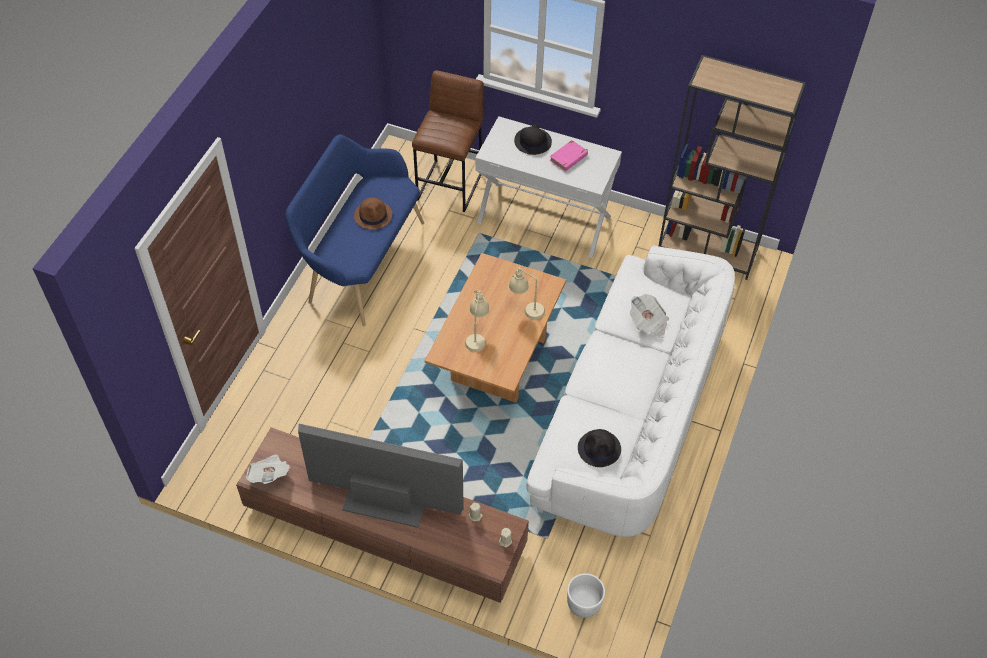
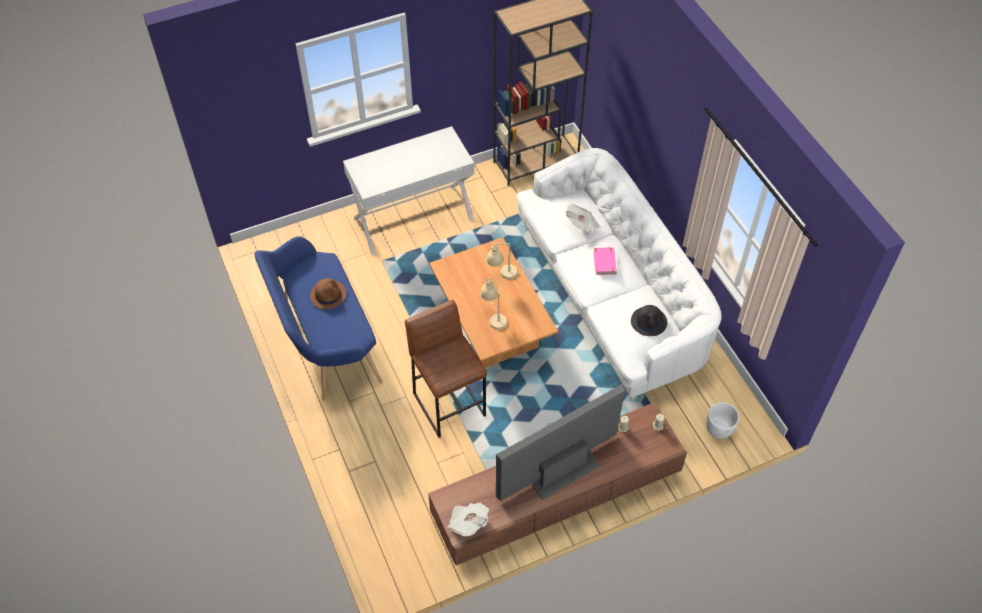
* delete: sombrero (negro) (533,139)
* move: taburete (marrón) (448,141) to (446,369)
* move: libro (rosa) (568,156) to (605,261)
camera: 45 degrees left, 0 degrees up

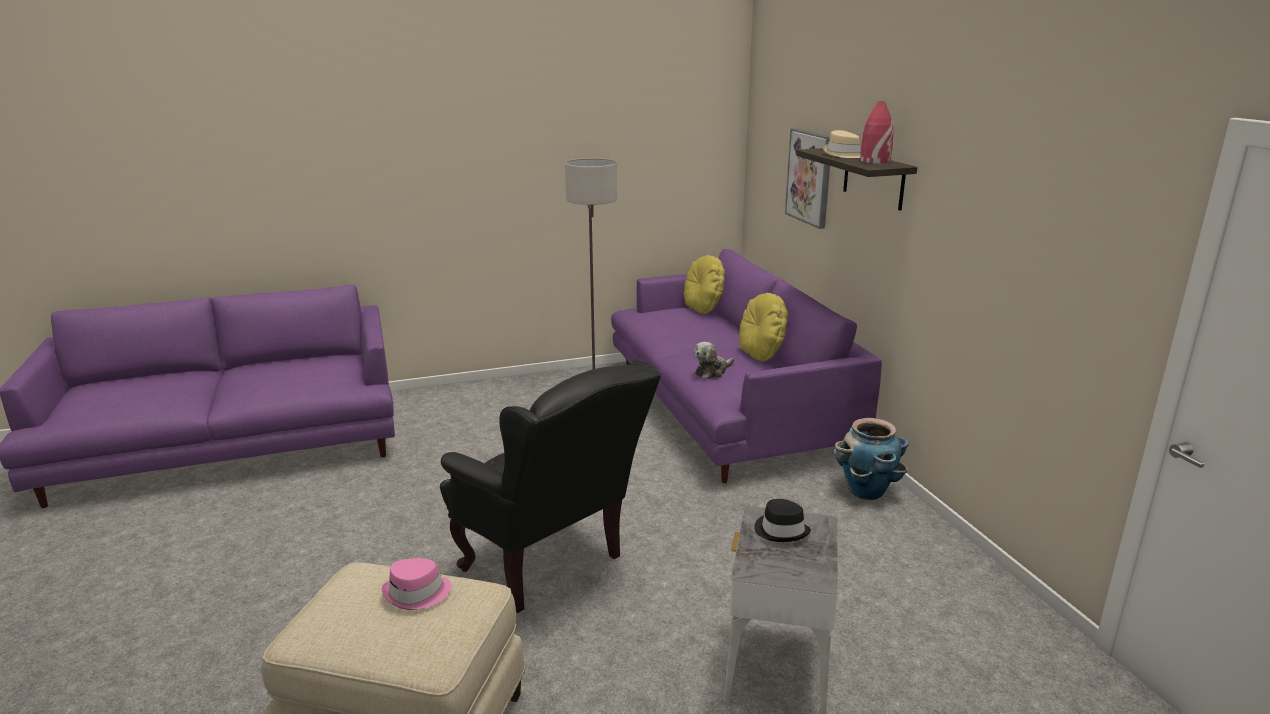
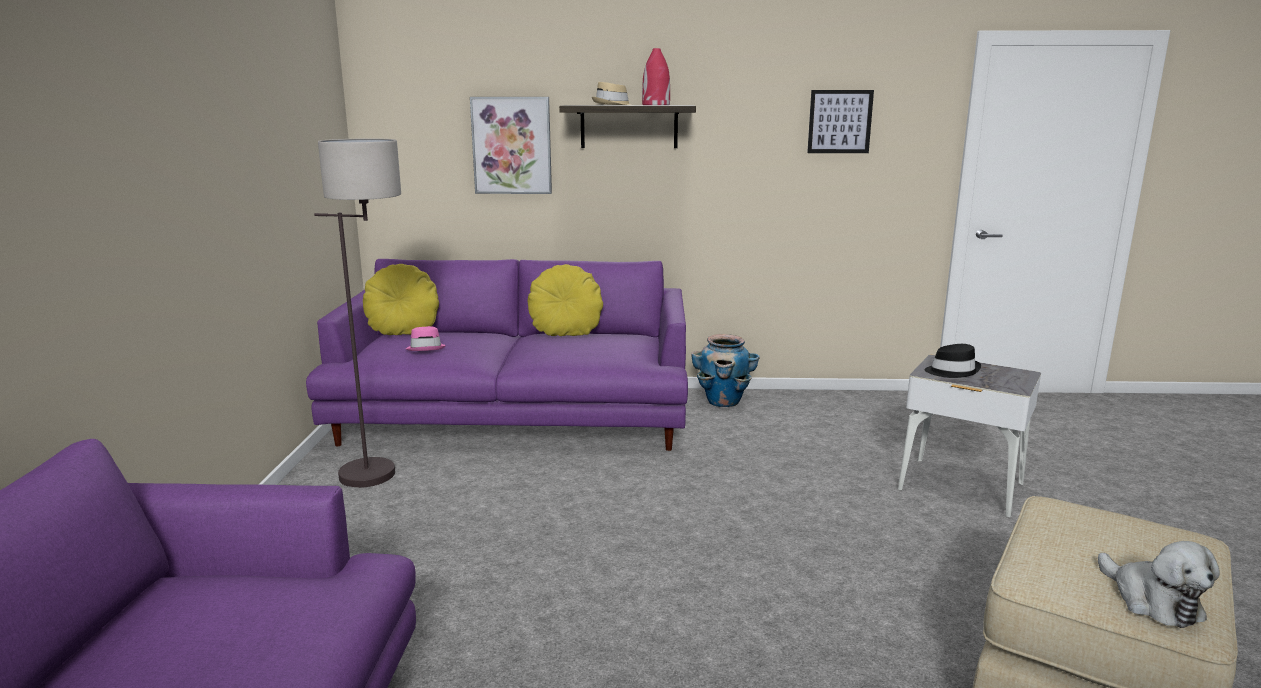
* delete: sillón (negro) (550,486)
* insert: cuadro (840,121)
* move: sombrero (rosa) (417,584) to (426,338)
* move: peluche (714,360) to (1159,584)
camera: 70 degrees left, 5 degrees down

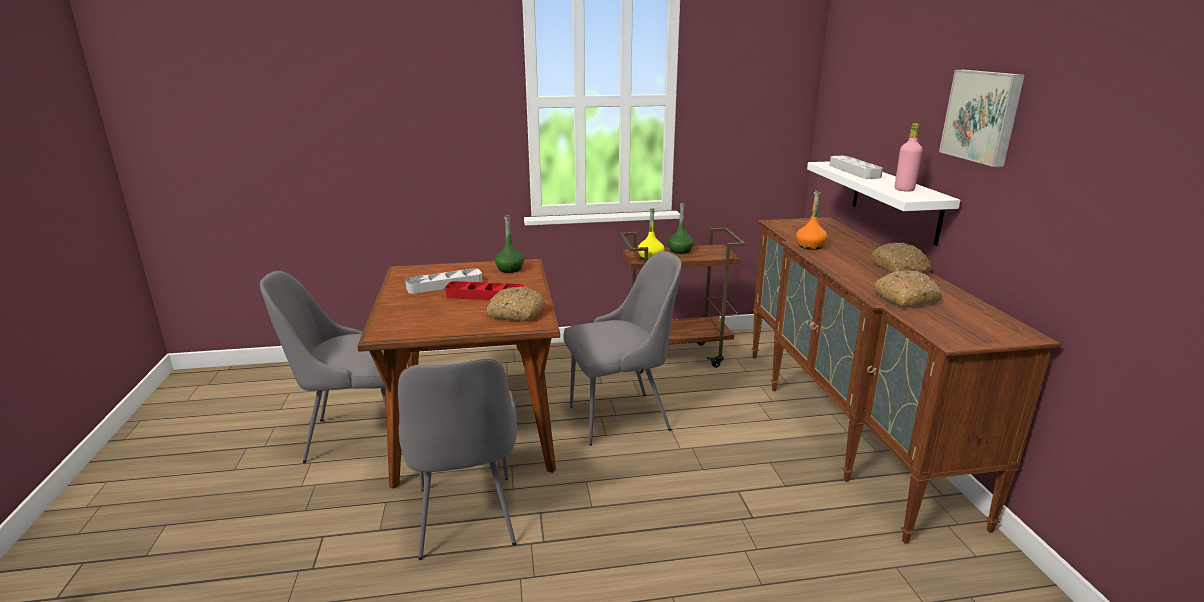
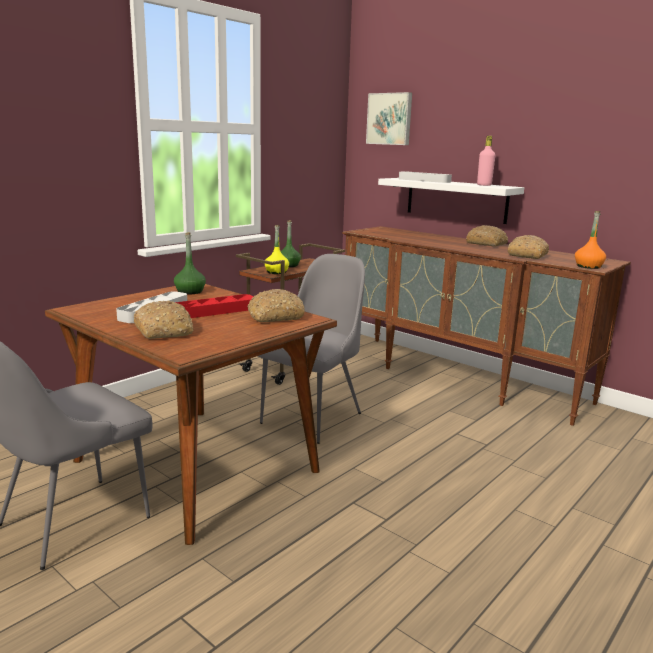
* delete: silla (gris) (457,459)
* insert: pan (163,320)
* move: botella (naranja) (812,220) to (590,240)
* move: cuadro (982,118) to (389,118)
camera: 40 degrees left, 5 degrees down

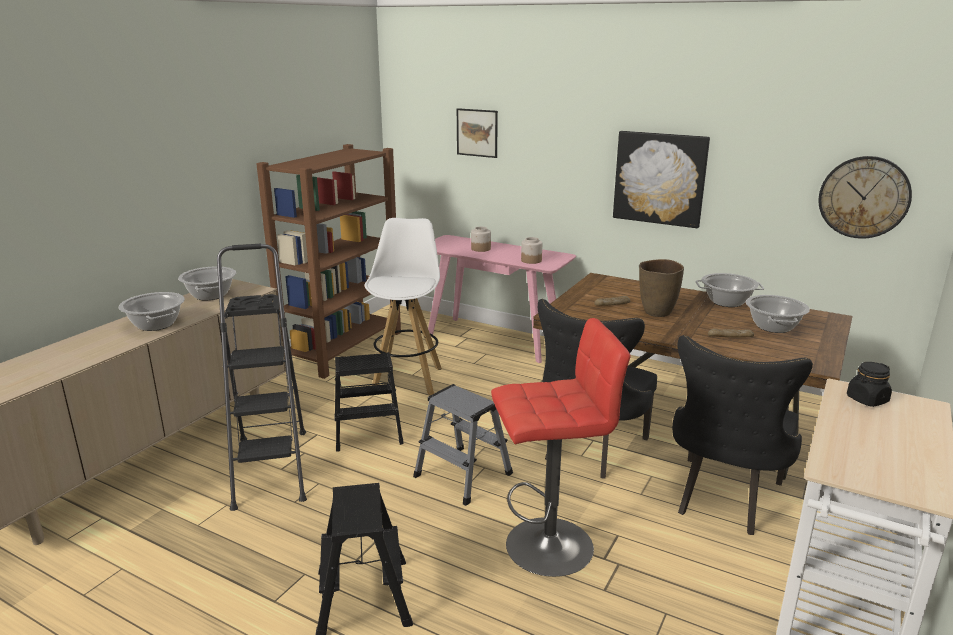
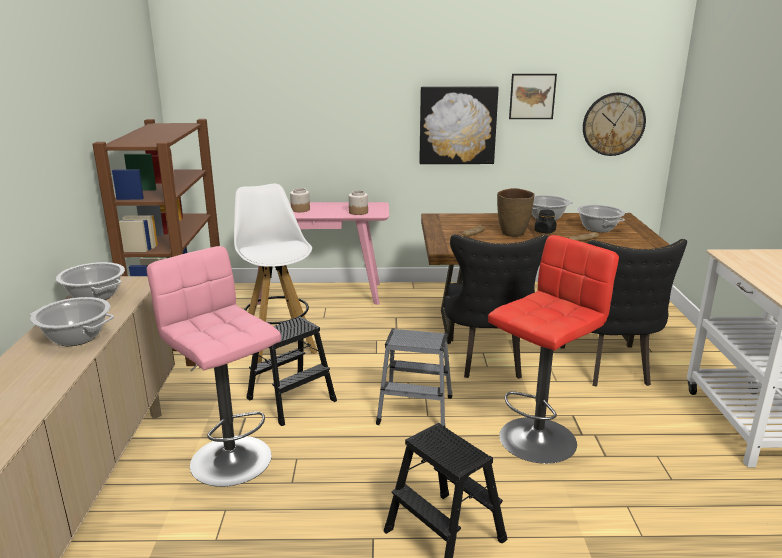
* move: cuadro (477,133) to (533,96)
* move: tarro (negro) (869,384) to (545,222)
* replace: escalera de tijera (262,377) to taburete (rosa) (214,366)
camera: 30 degrees left, 0 degrees up

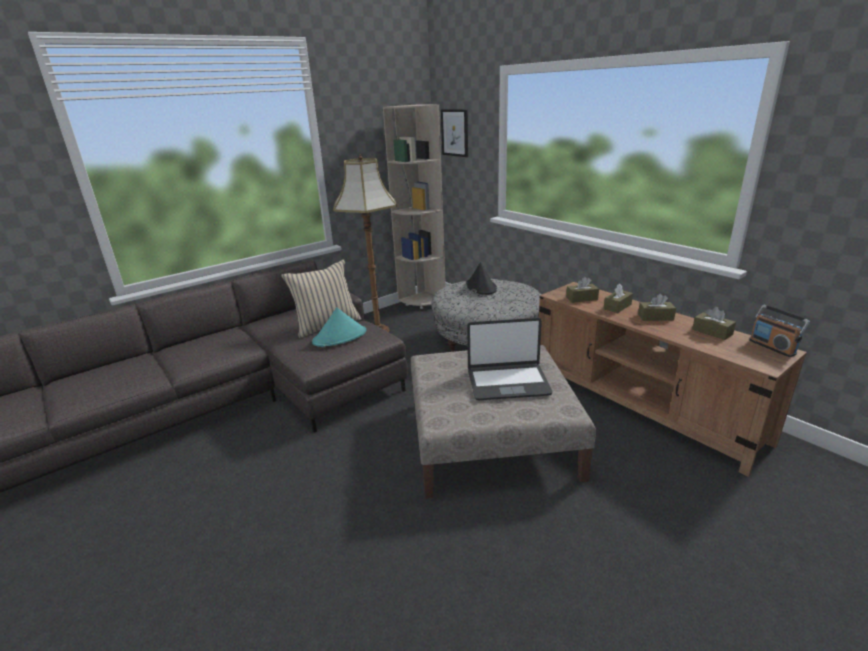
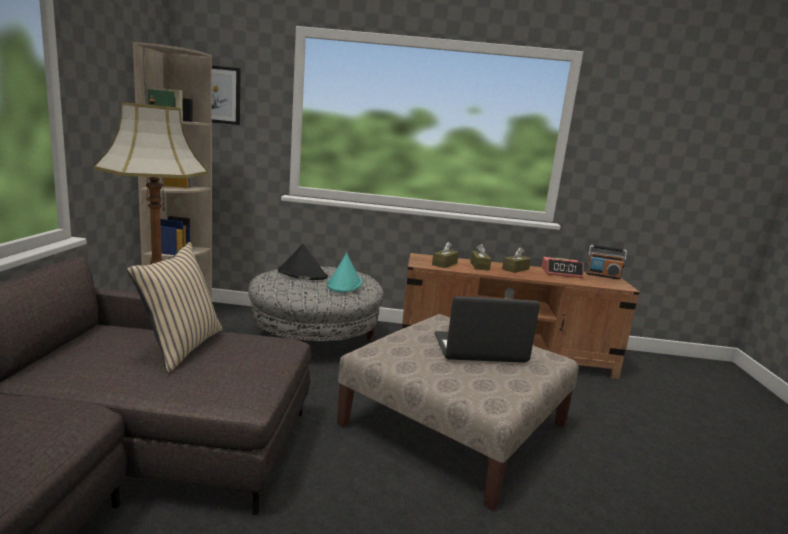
* move: sombrero (turquesa) (339,327) to (344,272)
* replace: caja de pañuelos (marrón) (714,323) to despertador (563,267)
* rotate: portátil (510,359) = (487,329) 135 degrees counterclockwise
camera: 50 degrees left, 10 degrees down

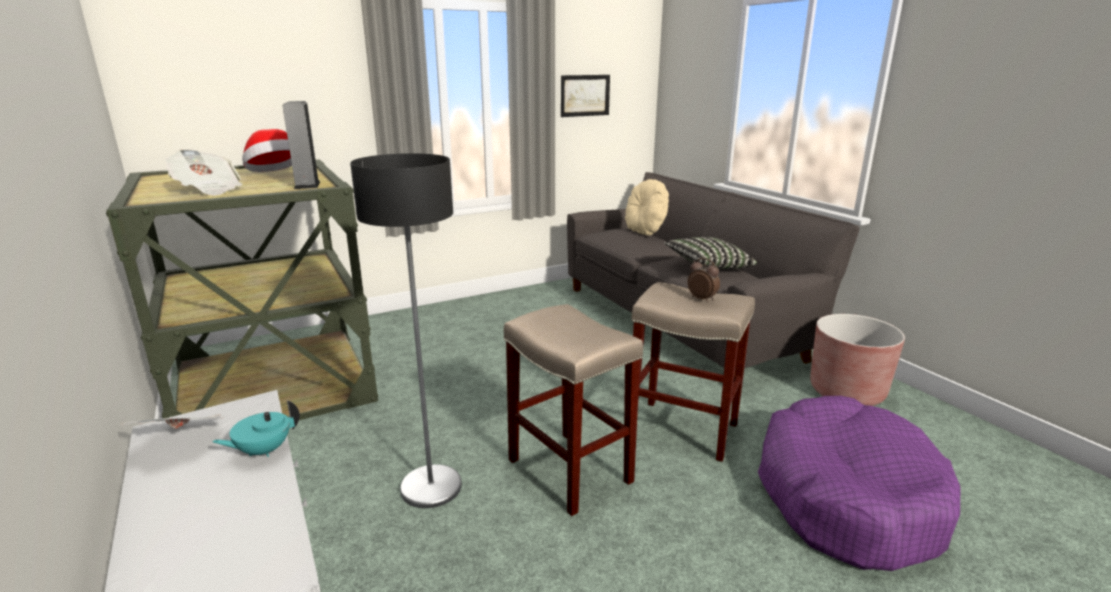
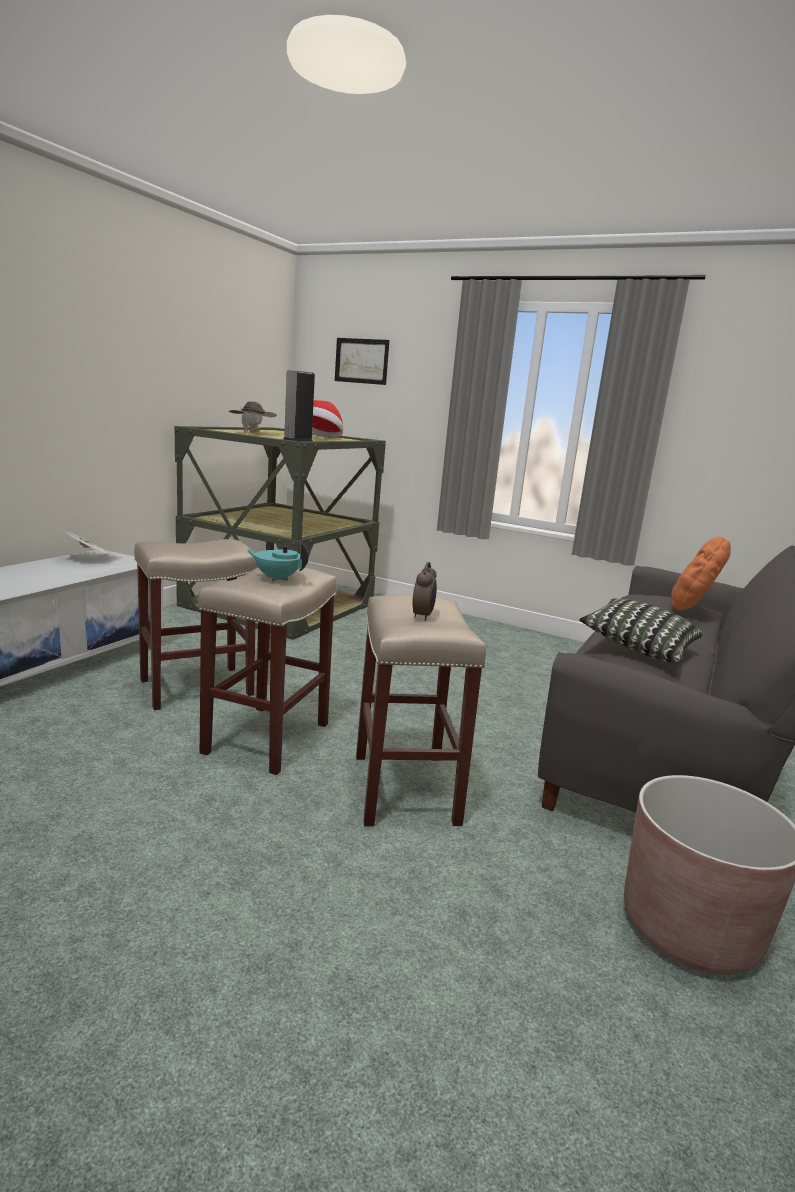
* delete: cama para perro (morado) (859,483)
* move: tetera (turquesa) (256,429) to (277,562)
* move: cuadro (585,96) to (362,361)
* replace: periódico (204,172) to sombrero (marrón) (252,417)
* replace: lámpara de pie (406,330) to taburete (beis) (196,624)
* recolor: cojín (beis) (647,207) to cojín (naranja) (701,574)
camera: 55 degrees right, 5 degrees down

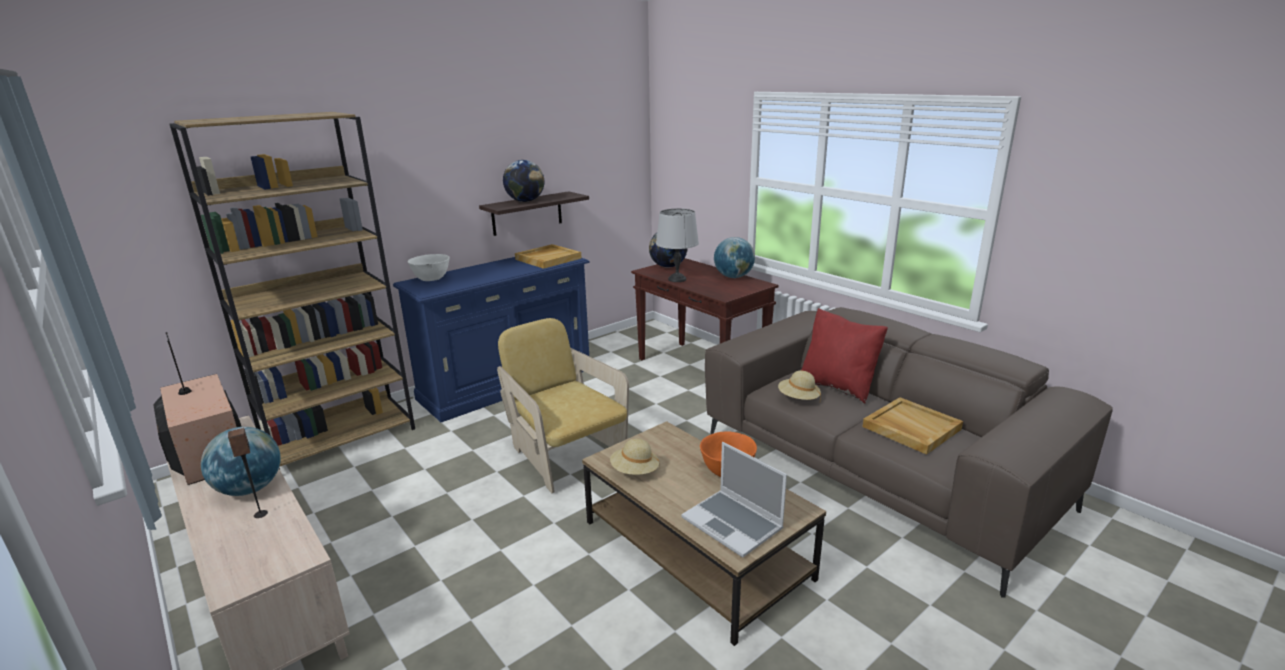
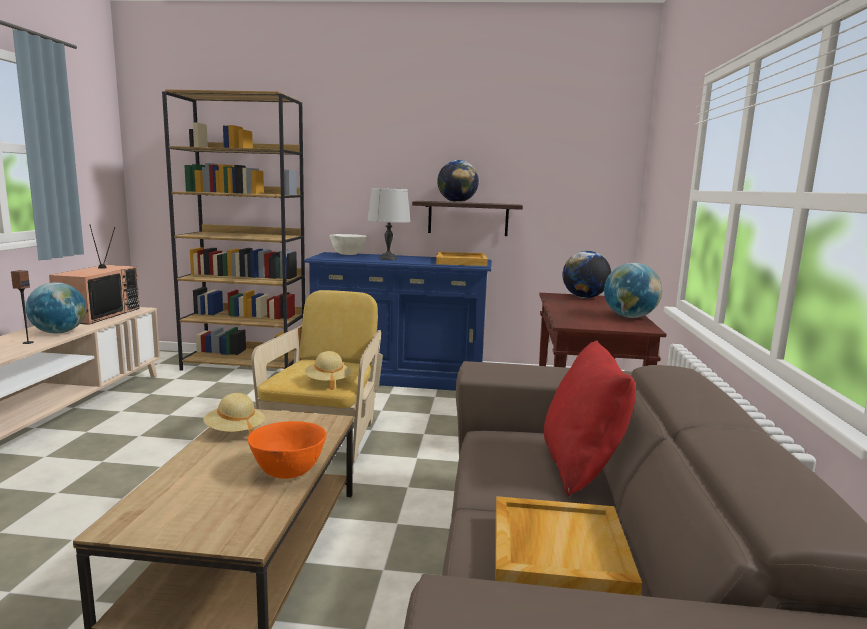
* delete: portátil (734,499)
* move: lámpara de mesa (gris) (677,245) to (389,224)
* move: sombrero (beis) (799,386) to (328,370)
camera: 45 degrees right, 10 degrees down

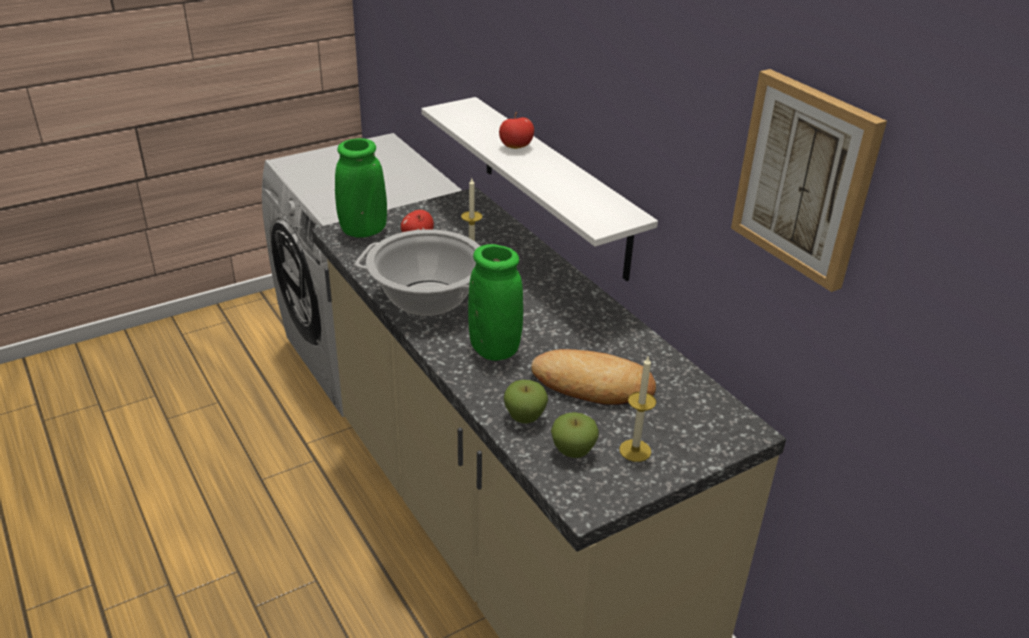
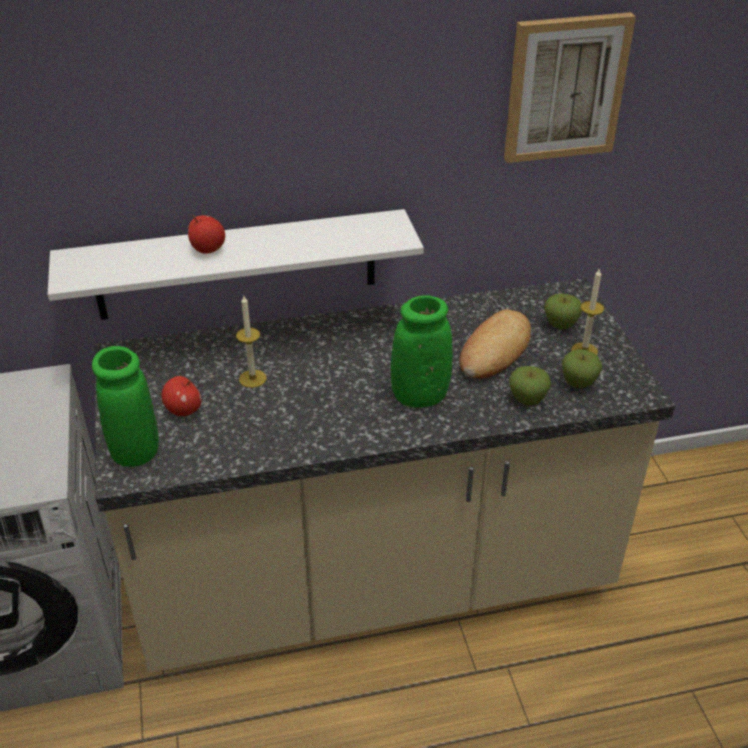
* delete: olla (417,273)
* insert: manzana (563,311)
camera: 70 degrees left, 5 degrees up

